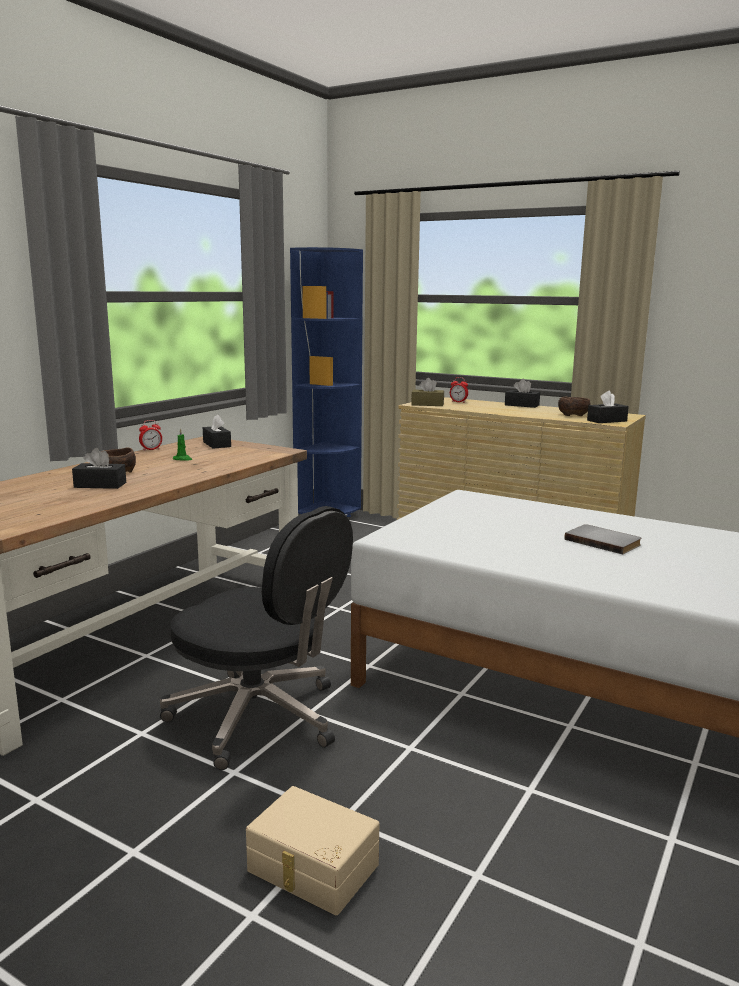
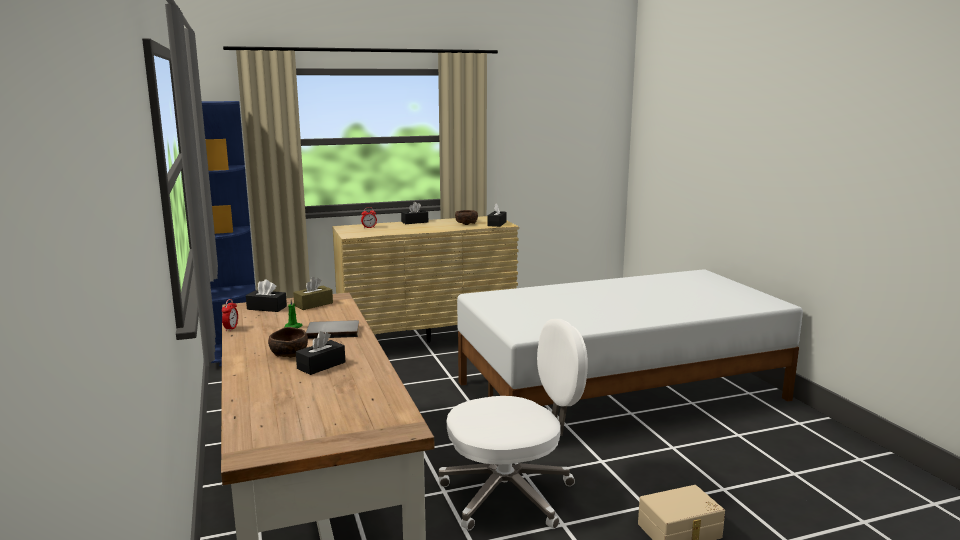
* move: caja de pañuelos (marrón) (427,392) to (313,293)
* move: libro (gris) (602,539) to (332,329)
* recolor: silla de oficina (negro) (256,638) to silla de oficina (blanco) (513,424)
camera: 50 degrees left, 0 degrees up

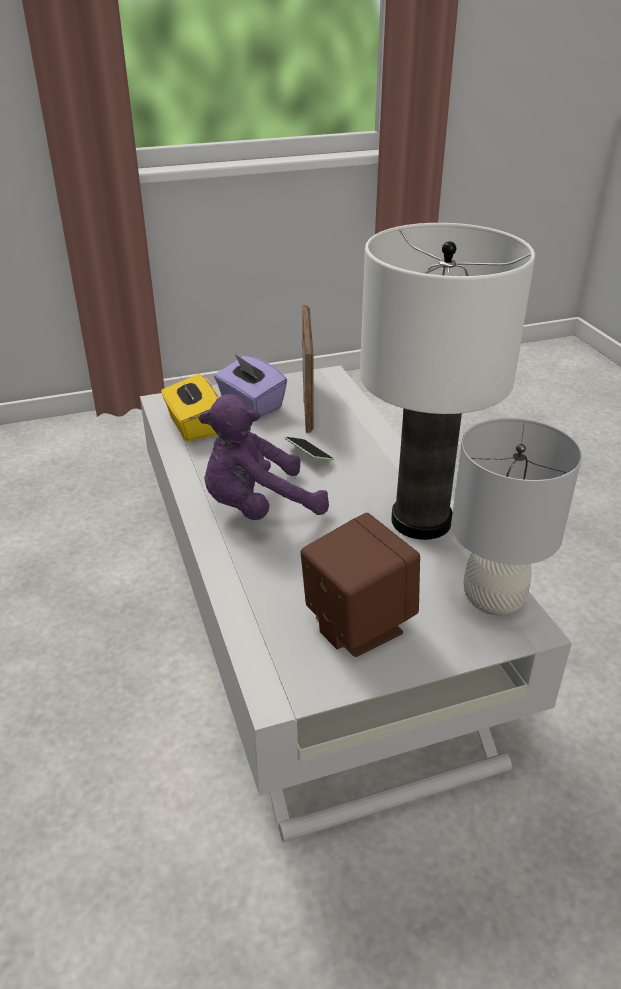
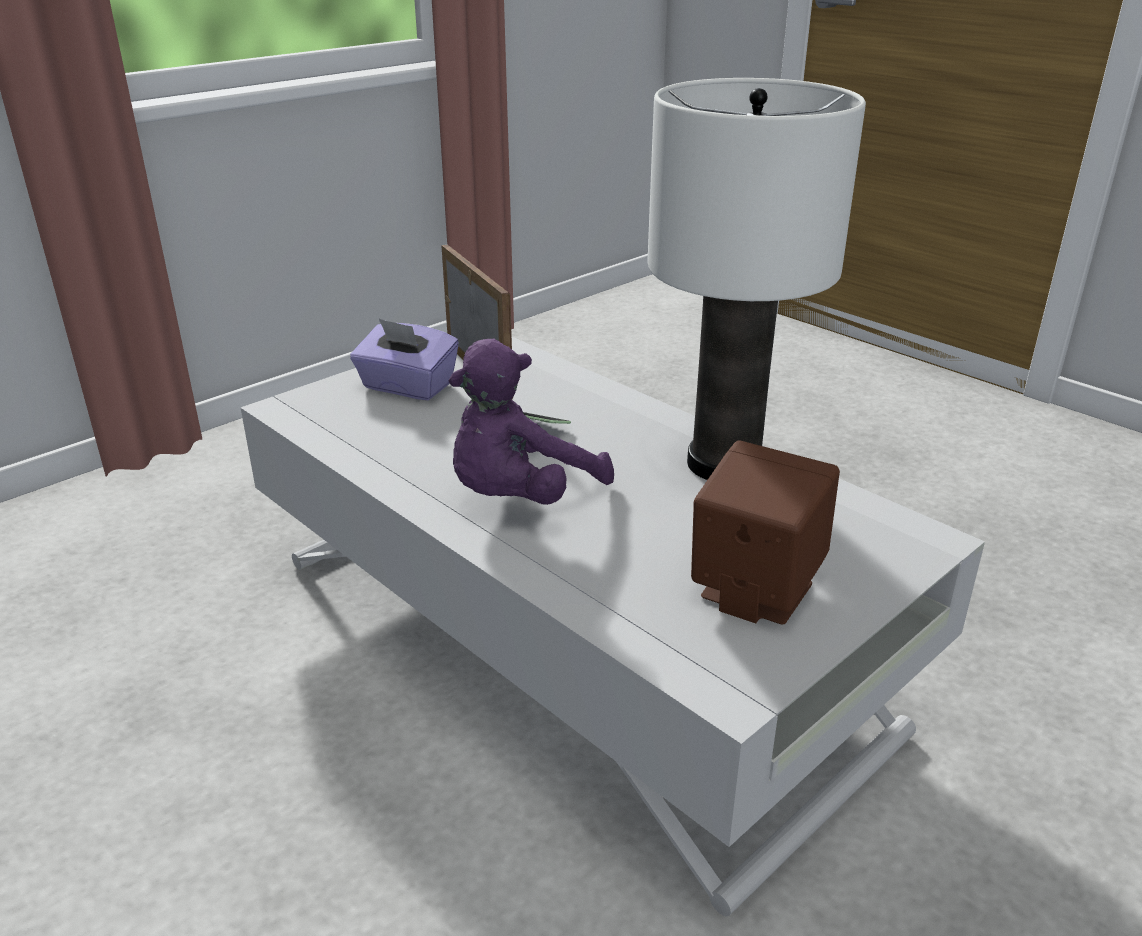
* delete: caja de pañuelos (amarillo) (190,407)
* delete: lámpara de mesa (gris) (516,516)
camera: 25 degrees left, 5 degrees down

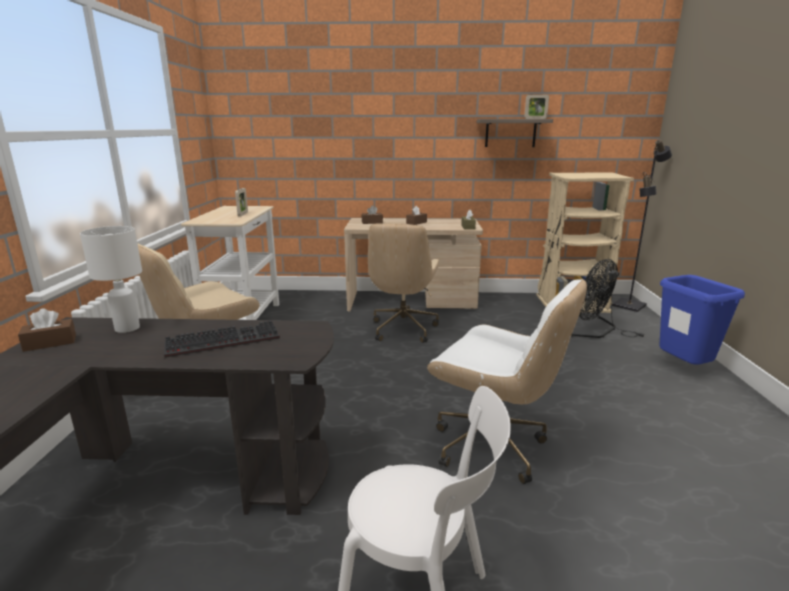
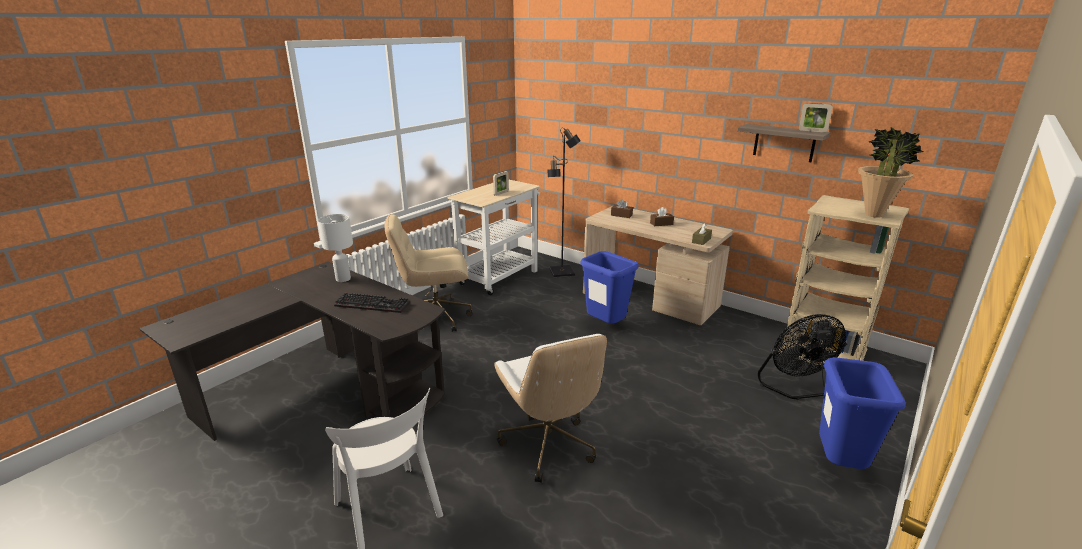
* delete: caja de pañuelos (marrón) (47,330)
* insert: planta en maceta (891,172)
* move: lámpara de pie (negro) (642,225) to (564,202)
* replace: silla de oficina (beis) (403,283) to papelera (azul) (609,287)
camera: 35 degrees right, 5 degrees up

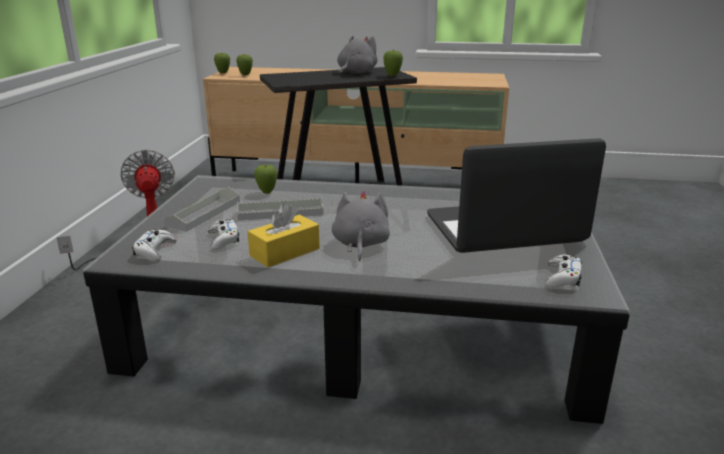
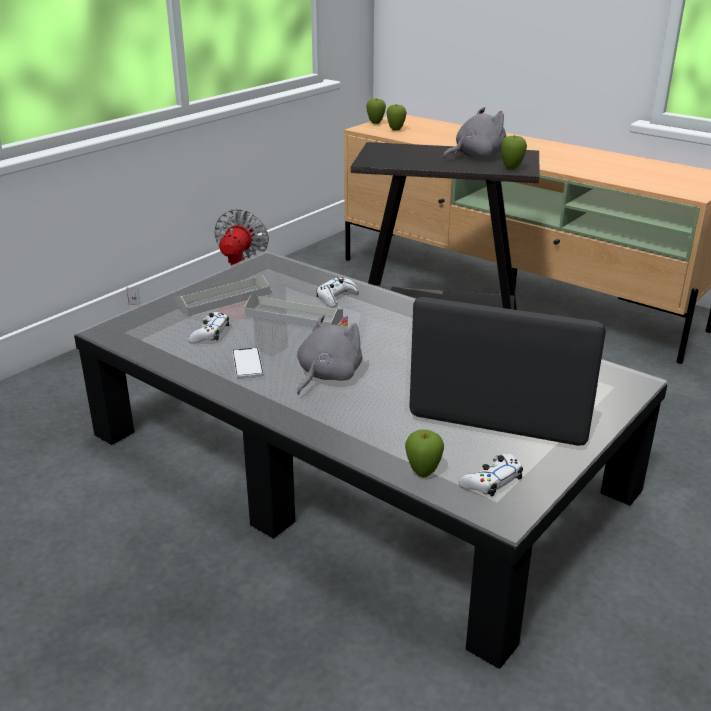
* move: mando de consola (blanco) (154,245) to (337,292)
* move: manzana (265,179) to (424,453)
* replace: caja de pañuelos (amarillo) (284,235) to móvil (248,362)
camera: 30 degrees right, 5 degrees up

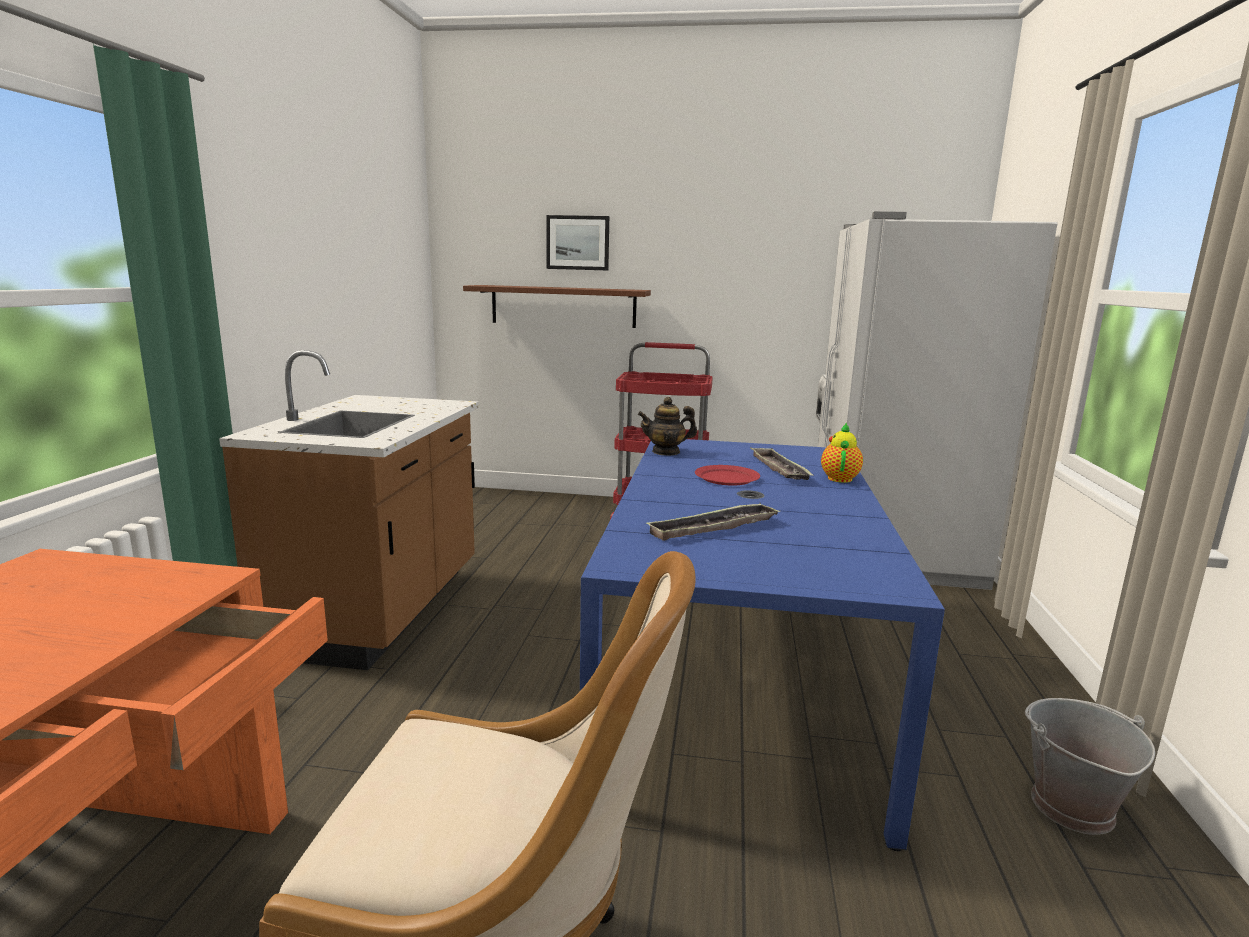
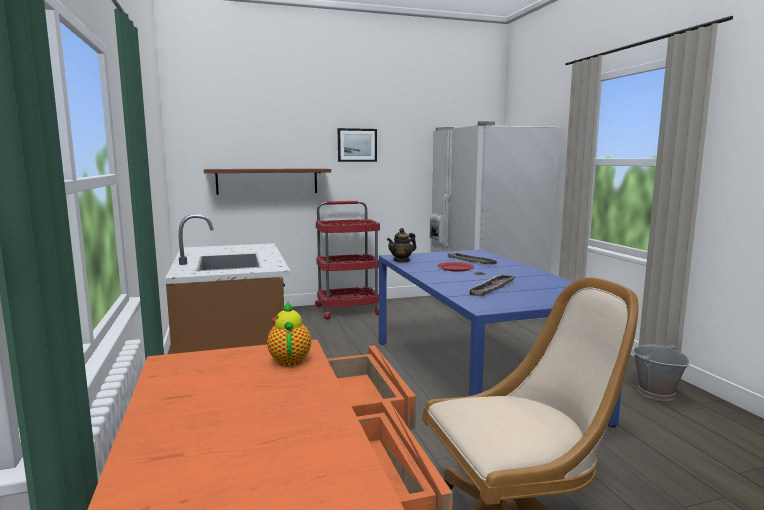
* move: cuadro (577,242) to (357,145)
* move: tetera (842,452) to (289,333)
camera: 25 degrees left, 5 degrees down

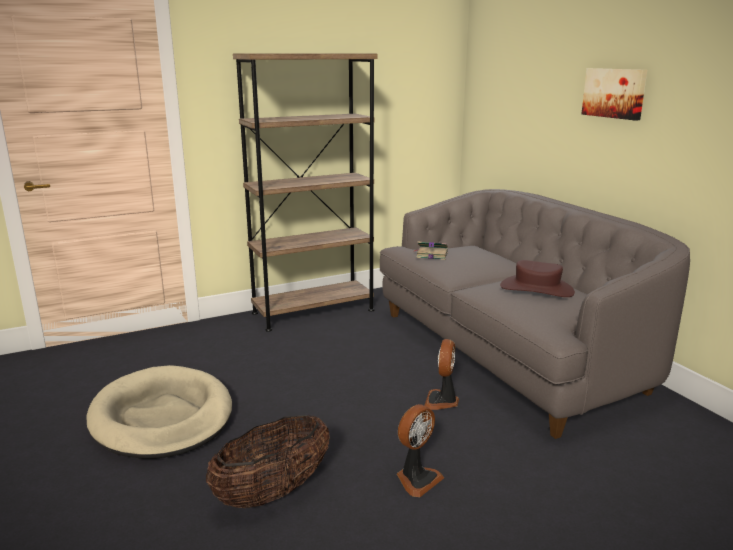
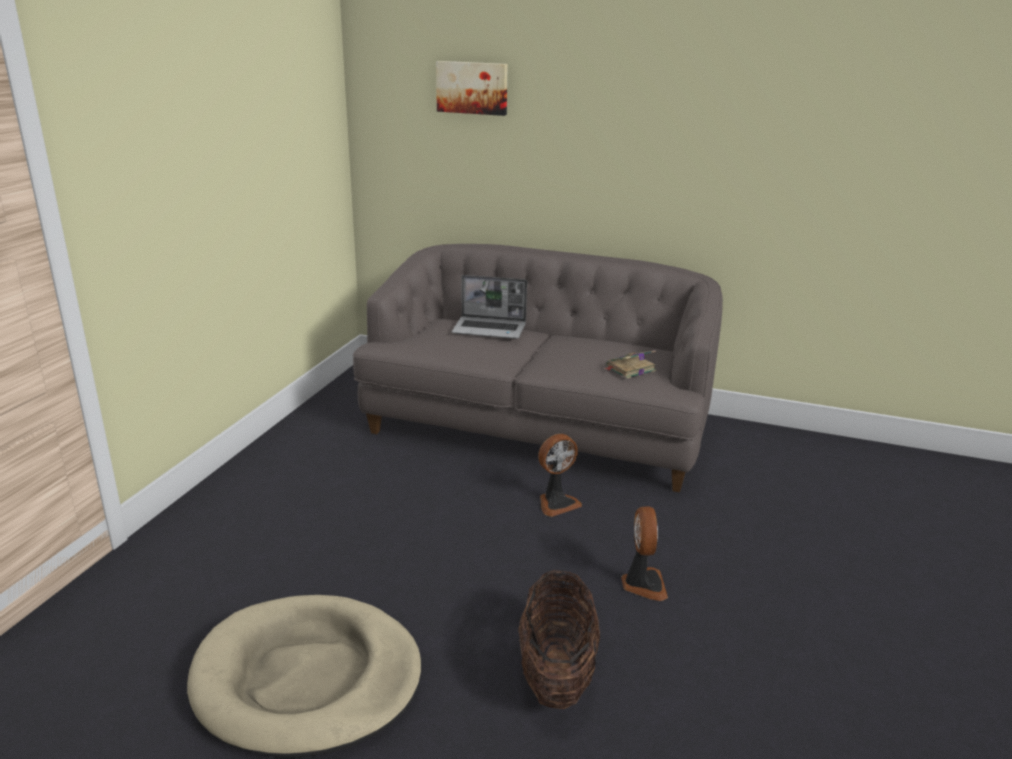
* delete: estantería (marrón) (305,193)
* delete: sombrero (marrón) (537,278)
* insert: portátil (489,307)
* move: libro (431,250) to (630,364)
* move: cuadro (614,94) to (472,88)
* rotate: ventilador (441,374) = (560,475) 90 degrees counterclockwise
camera: 45 degrees left, 5 degrees up

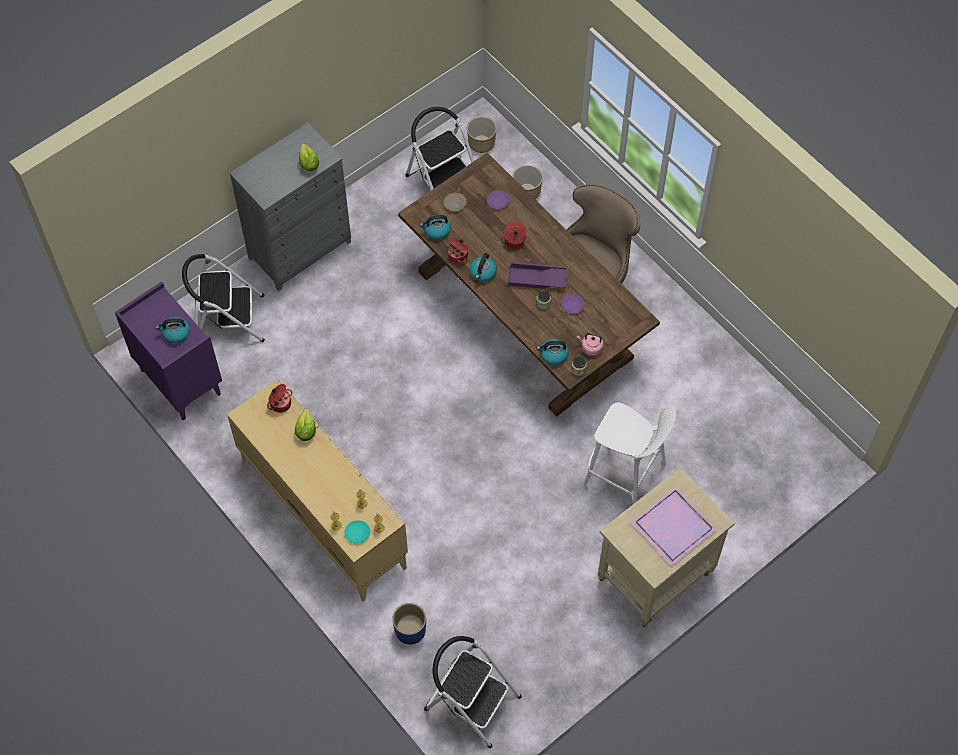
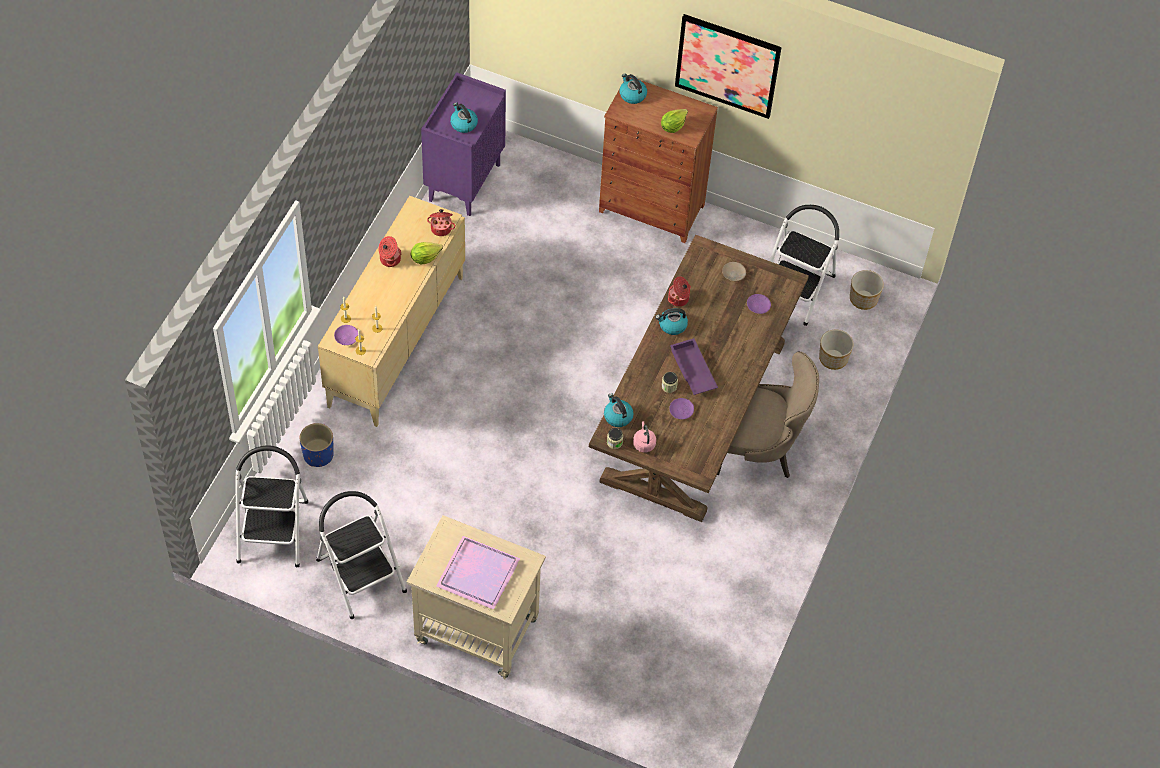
* delete: taburete (blanco) (629,453)
* insert: cuadro (728,66)
* move: escalera de tijera (223,298) to (361,555)
* move: hervidor (435,227) to (633,88)
* move: olla (515,235) to (389,251)
* recolor: cómoda (gris) (290,207) to cómoda (marrón) (658,160)
* recolor: plato (turquesa) (357,532) to plato (morado) (346,335)
camera: 60 degrees right, 5 degrees down

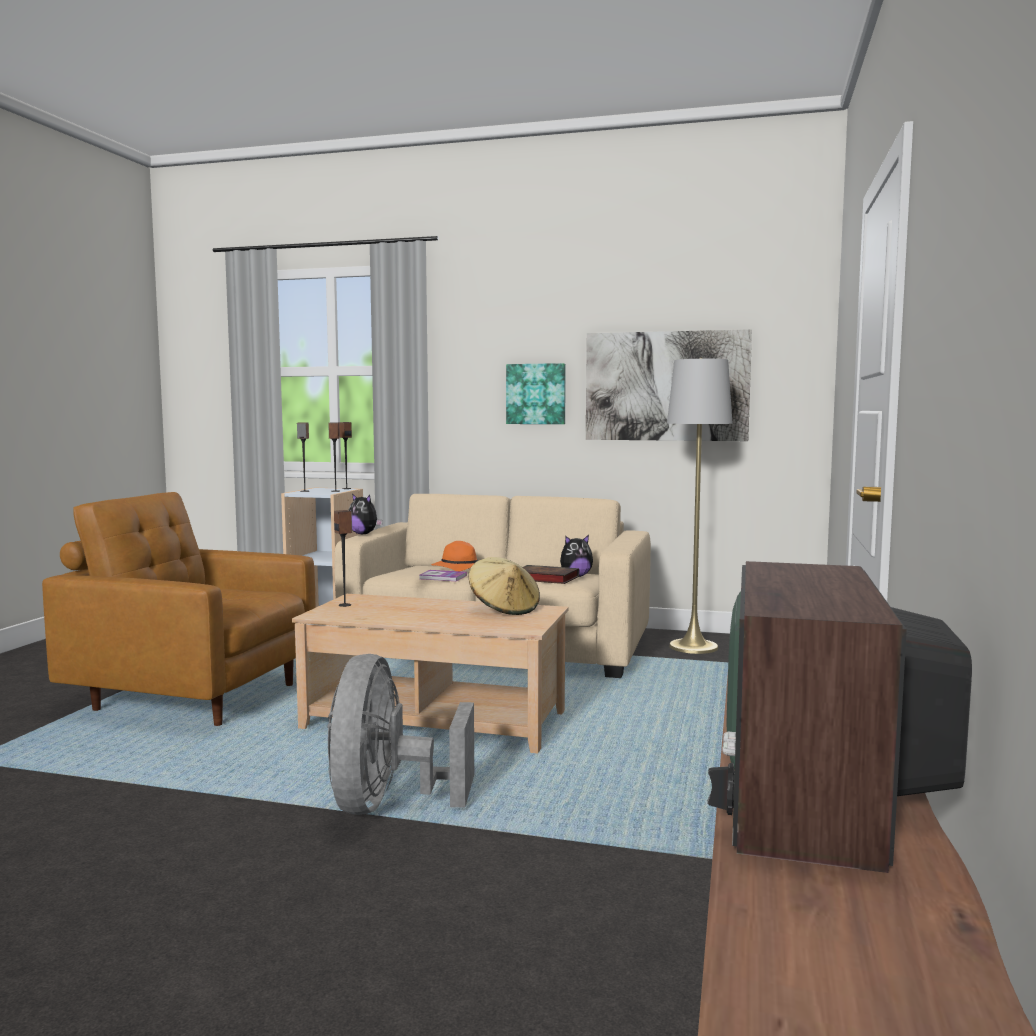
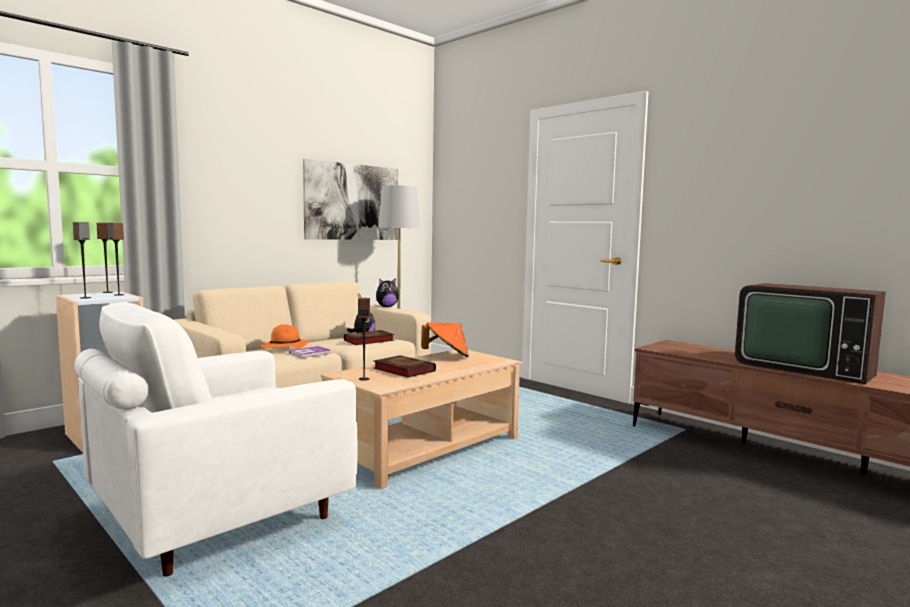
* delete: ventilador (gris) (400,734)
* delete: cuadro (536,393)
* insert: libro (404,366)
* move: peluche (366,514) to (387,292)
* recolor: sillón (marrón) (179,609) to sillón (blanco) (216,439)
* recolor: sombrero (beis) (504,586) to sombrero (naranja) (445,339)
camera: 60 degrees left, 0 degrees up

